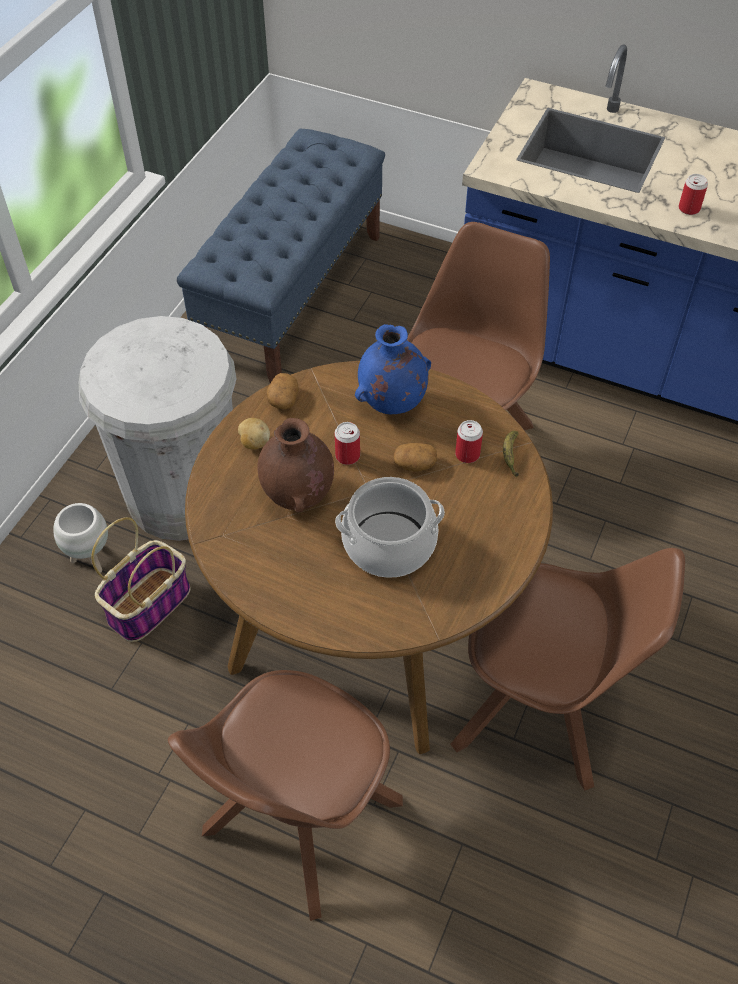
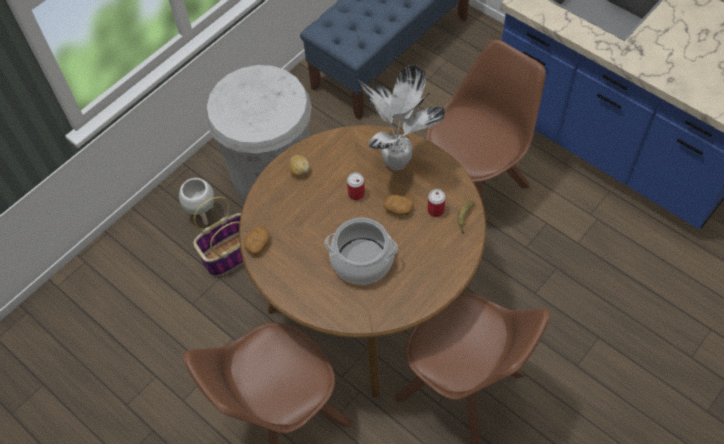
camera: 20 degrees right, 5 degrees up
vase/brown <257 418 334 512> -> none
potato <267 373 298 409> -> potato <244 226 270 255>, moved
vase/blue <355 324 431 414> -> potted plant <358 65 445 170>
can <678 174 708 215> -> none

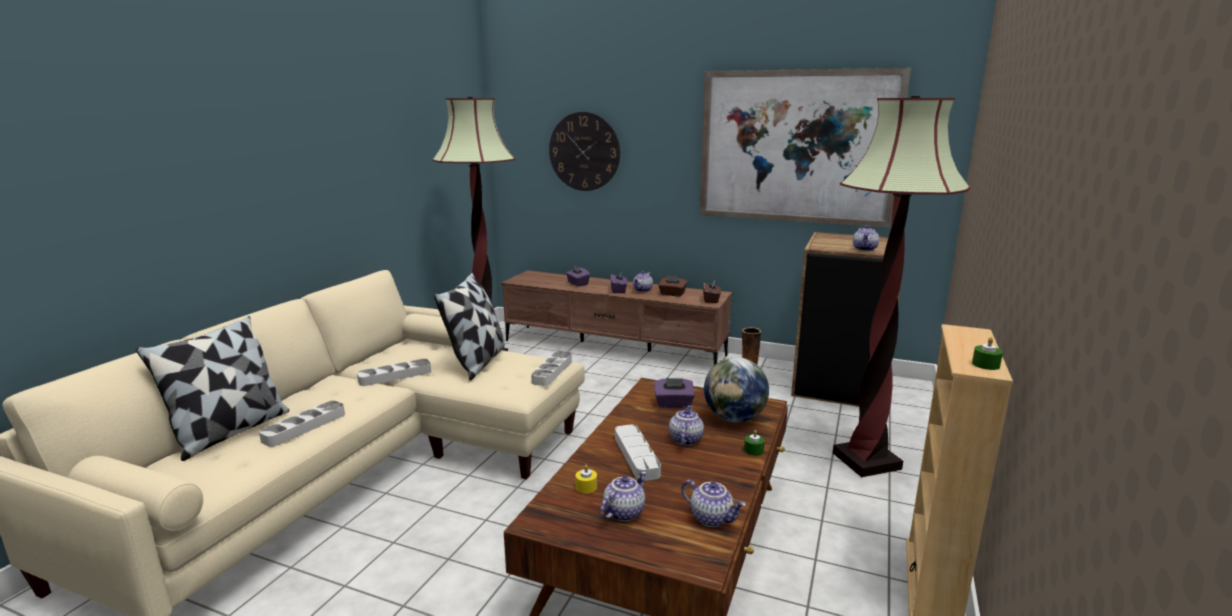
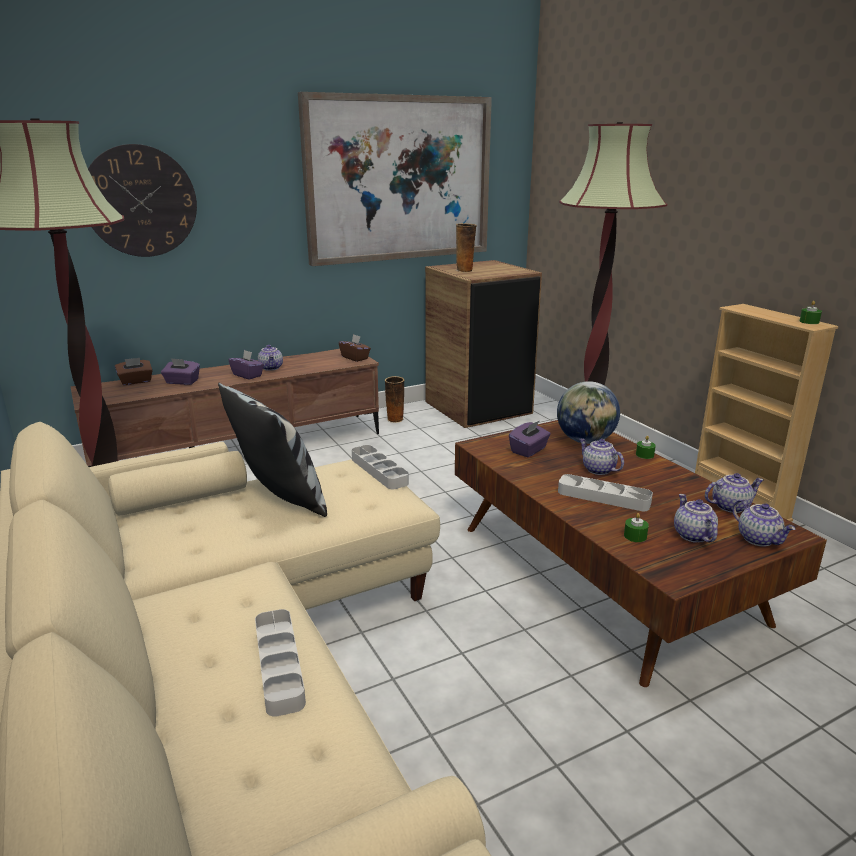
camera: 50 degrees left, 5 degrees up
pillow <136 316 289 461> -> none
tray/grey <357 359 431 386> -> none
candle/yellow <575 465 597 494> -> candle/green <624 513 649 542>
tissue box/brown <658 275 687 297> -> tissue box/brown <115 358 153 385>, moved
teapot <853 225 879 251> -> teapot <732 499 795 547>, moved
none -> vase <456 223 477 272>

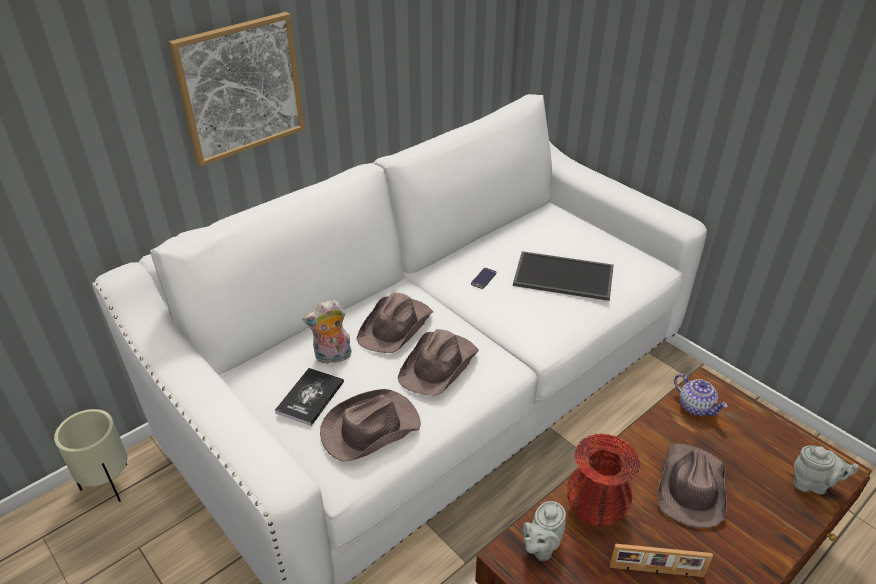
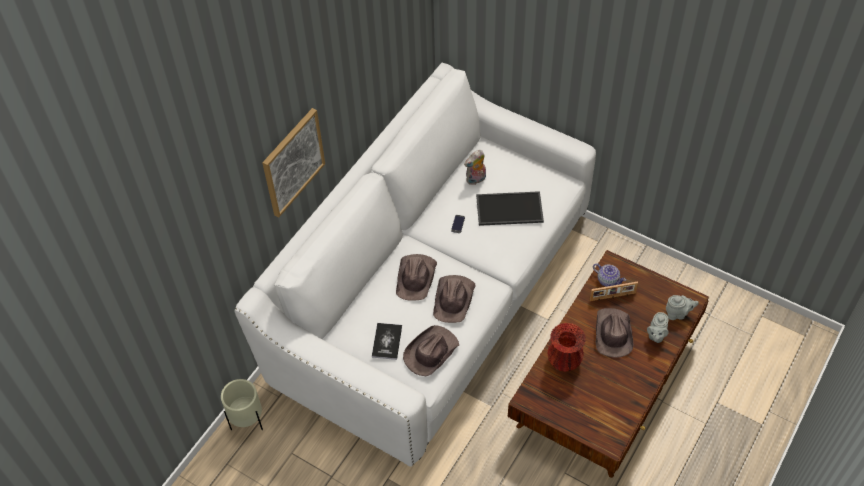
camera: 15 degrees left, 15 degrees up
plush toy <303 300 352 364> -> plush toy <464 150 486 185>, moved
teapot/grey <523 501 566 561> -> teapot/grey <647 312 669 343>, moved
picture frame <610 544 713 578> -> picture frame <590 281 638 301>, moved

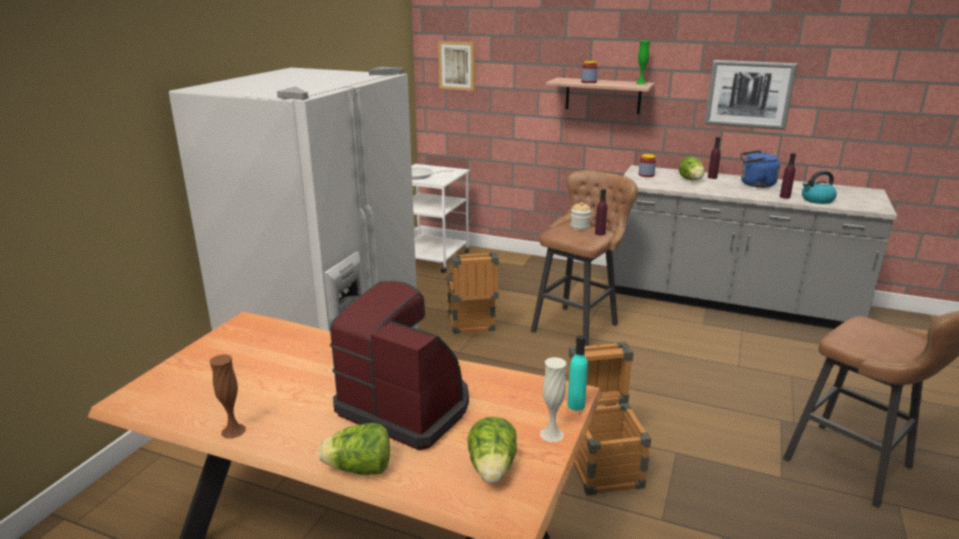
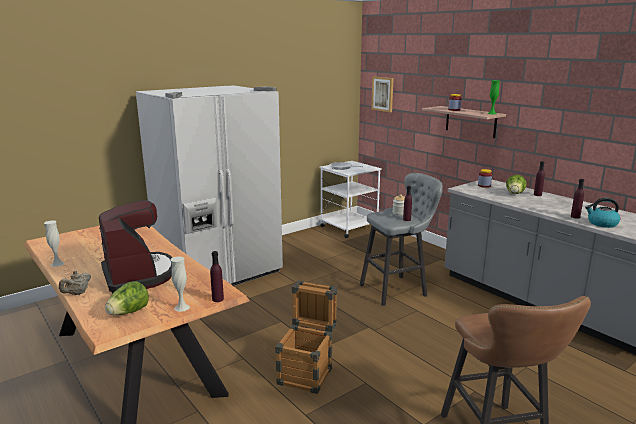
camera: 30 degrees right, 5 degrees down
vase/brown <210 354 246 439> -> vase/white <44 220 64 267>
lettuce <319 423 390 475> -> teapot/beige <59 271 91 295>
crate <447 252 499 334> -> none
stool/brown <531 170 638 346> -> stool/grey <360 173 443 306>
bottle/turquoise <567 335 588 411> -> bottle/purple <210 251 224 302>
picture <704 60 797 130> -> none
kettle/blue <740 150 780 188> -> none

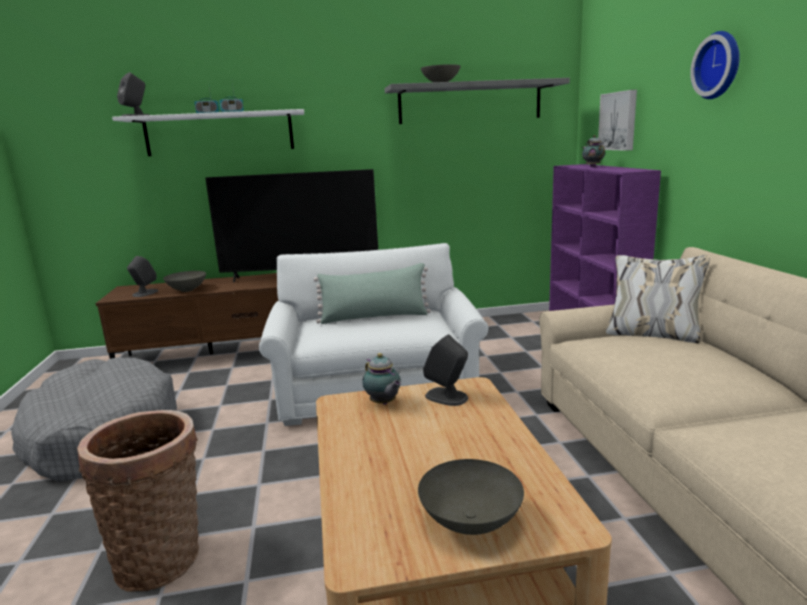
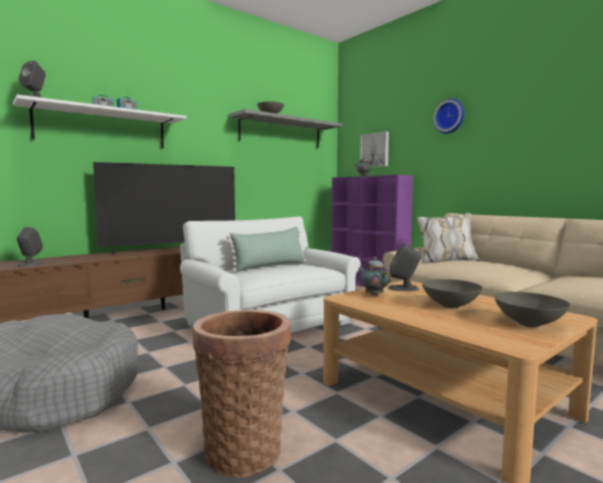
camera: 30 degrees left, 10 degrees down
bowl/grey <163 271 206 292> -> bowl/grey <422 279 483 308>, moved
teapot <362 353 401 405> -> teapot <358 257 391 296>, 150 degrees counterclockwise

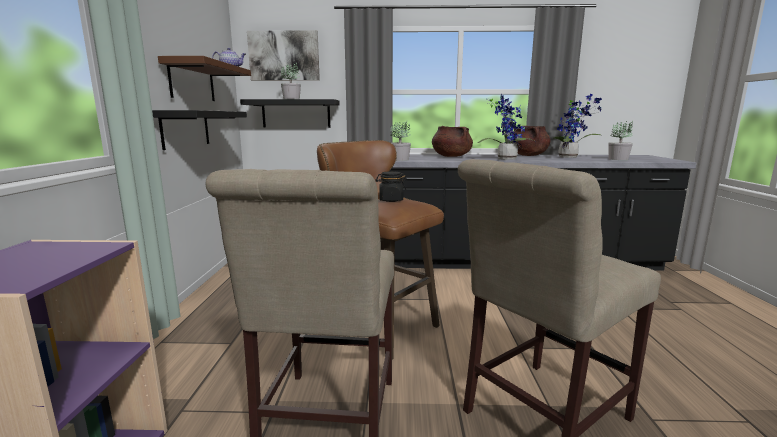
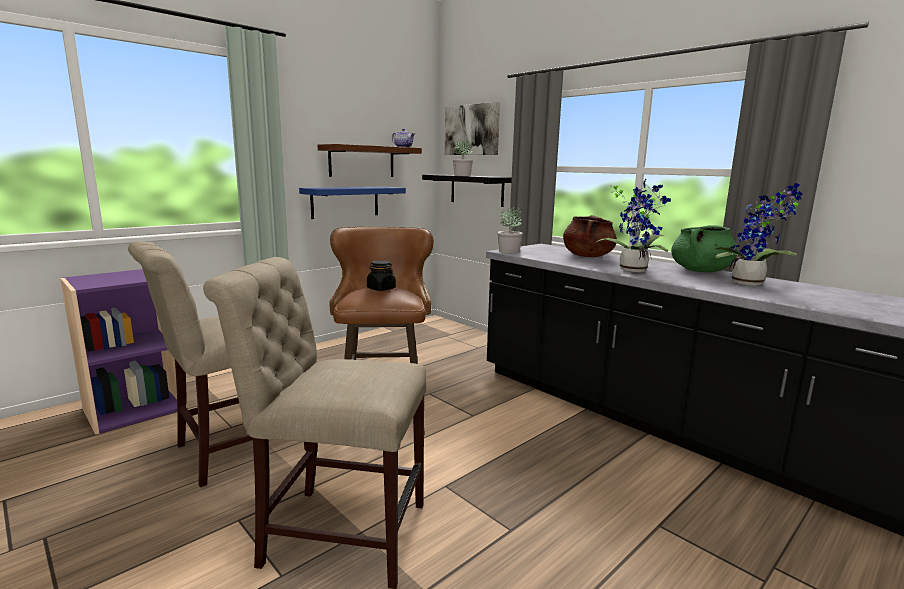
camera: 45 degrees right, 0 degrees up
shelf/black <152 110 247 150> -> shelf/blue <299 187 406 219>
cooking pot/brown <512 126 550 156> -> cooking pot/green <671 225 738 272>
potted plant <608 121 633 160> -> none

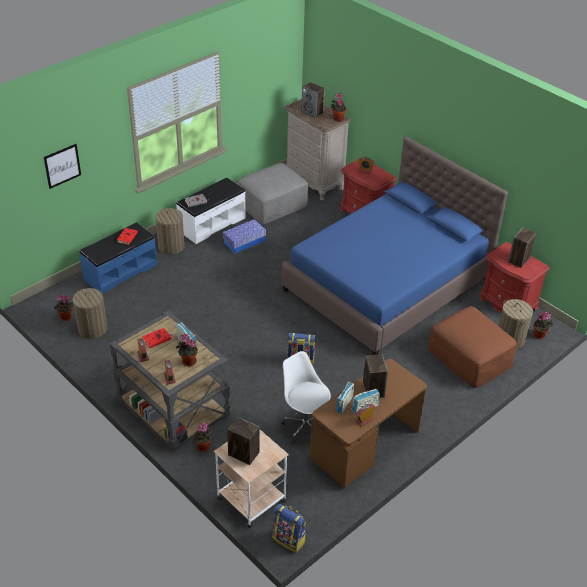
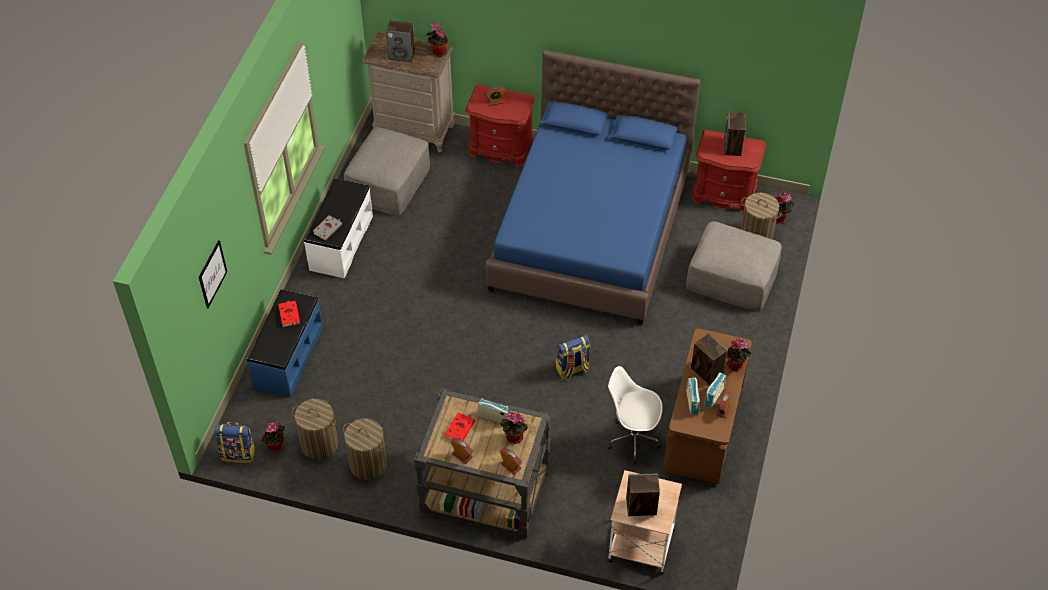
camera: 30 degrees left, 10 degrees up
laundry basket <155 208 184 255> -> laundry basket <343 418 387 480>, moved
potted plant <193 423 213 452> -> potted plant <727 338 751 371>, moved
storage box <223 219 266 253> -> none
backpack <272 504 306 553> -> backpack <214 422 256 463>, moved
ottoman/brown <428 306 517 388> -> ottoman/grey <686 221 782 311>

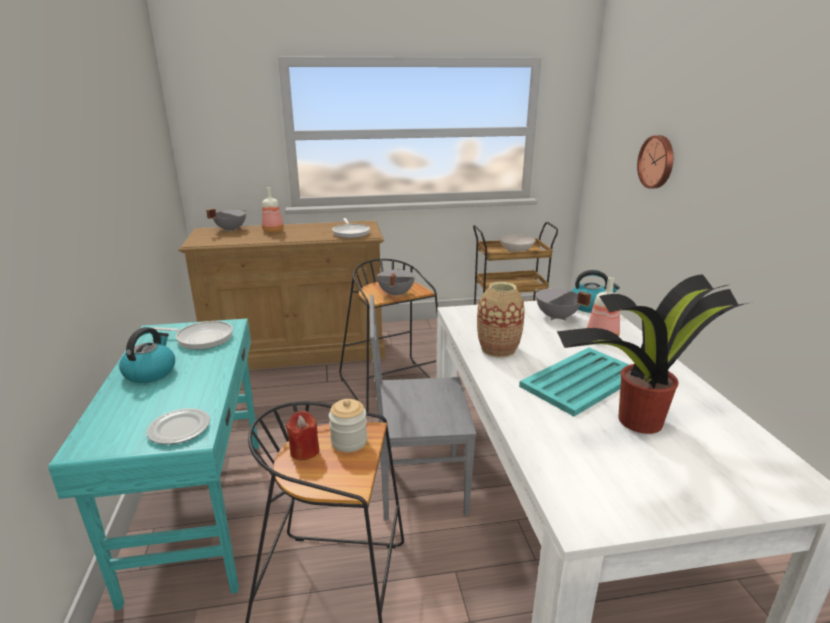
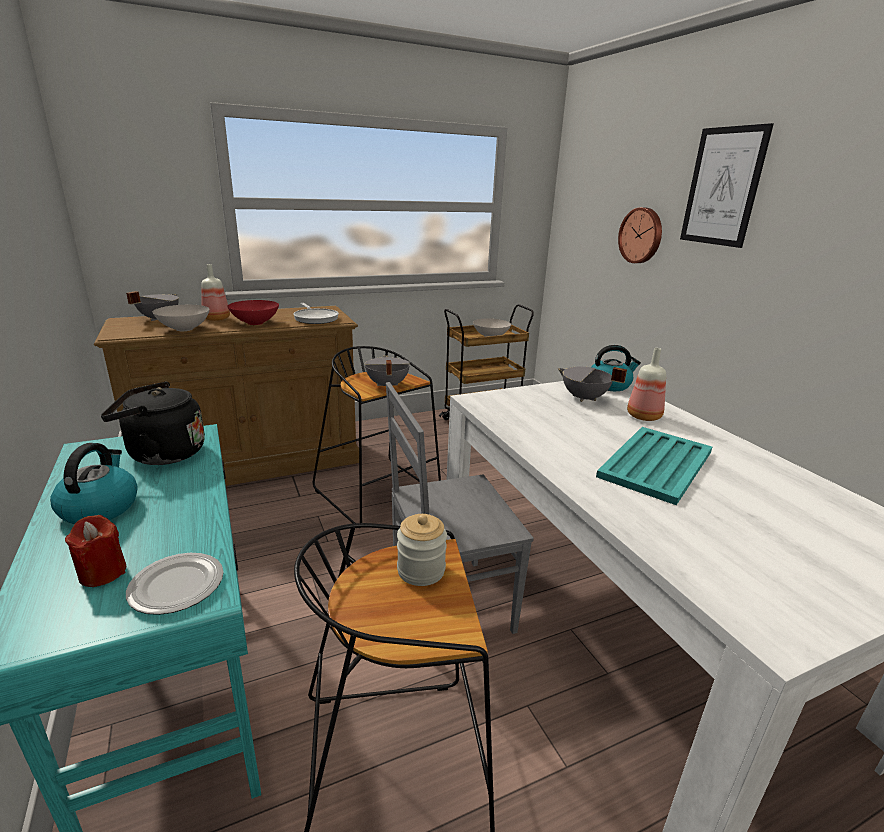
camera: 15 degrees left, 0 degrees up
frying pan <152 321 233 350> -> kettle/black <101 382 205 465>
candle/red <286 411 319 461> -> candle/red <65 515 126 587>, moved
vase <477 282 525 358> -> none
potted plant <557 274 748 434> -> none
none -> bowl/white <153 305 210 331>
none -> bowl/red <228 300 279 325>
none -> picture <680 123 774 248>

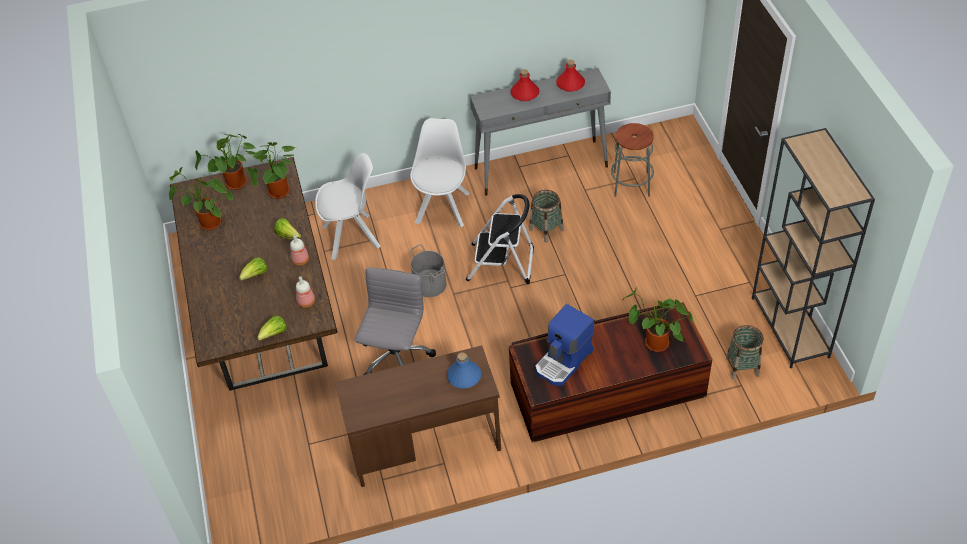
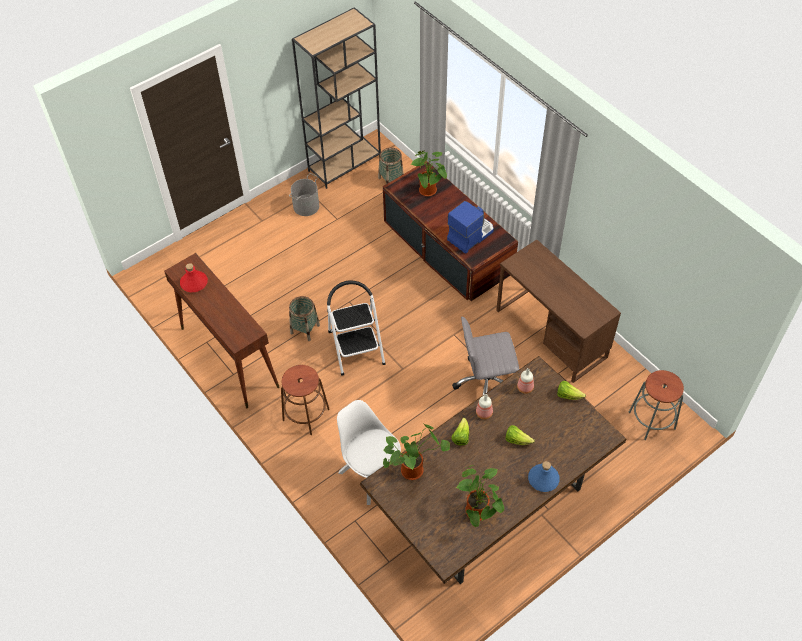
camera: 115 degrees left, 5 degrees up
potted plant <195 134 256 190> -> none
chair/white <410 118 470 227> -> stool/brown <281 365 330 435>
bucket/grey <410 244 446 297> -> bucket/grey <289 173 319 216>, moved
bottle/blue <447 352 481 389> -> bottle/blue <528 461 560 492>, moved
console table/grey <470 68 611 196> -> console table/brown <164 253 280 409>
bottle/red <510 69 539 101> -> none
coffee machine <535 304 594 386> -> coffee machine <447 201 494 254>, 60 degrees counterclockwise
stool/grey <611 123 654 197> -> stool/grey <629 370 684 440>, moved

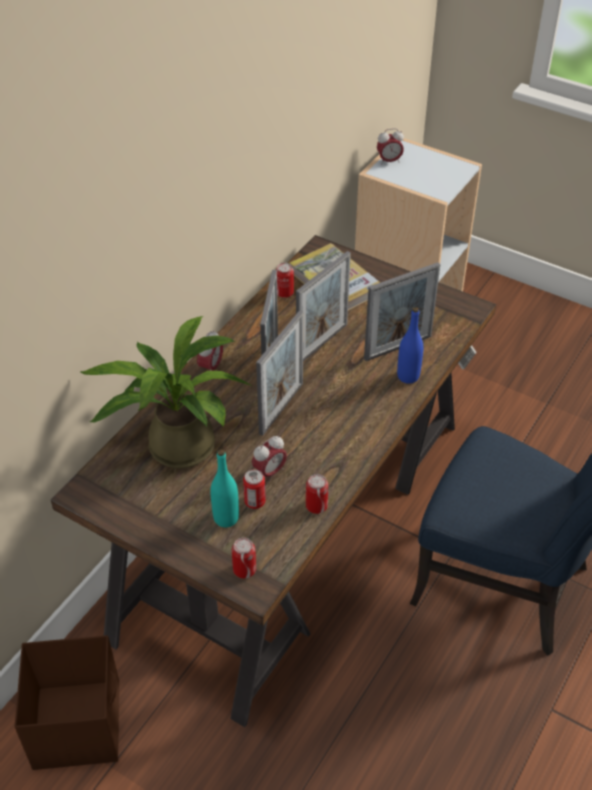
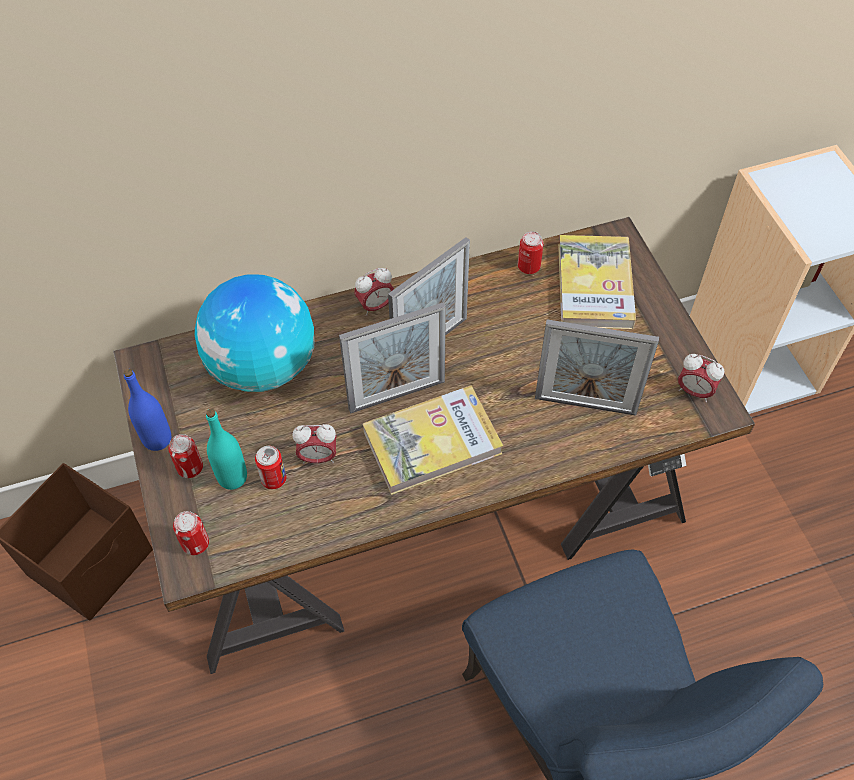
camera: 40 degrees right, 10 degrees up
potted plant <79 316 252 469> -> globe <194 274 314 392>
picture frame <296 251 351 361> -> none
can <306 474 328 514> -> can <168 434 203 478>, moved
alarm clock <377 128 404 165> -> alarm clock <678 354 725 402>, moved
bottle/blue <397 307 423 384> -> bottle/blue <124 369 171 451>, moved
none -> book <363 385 503 495>

